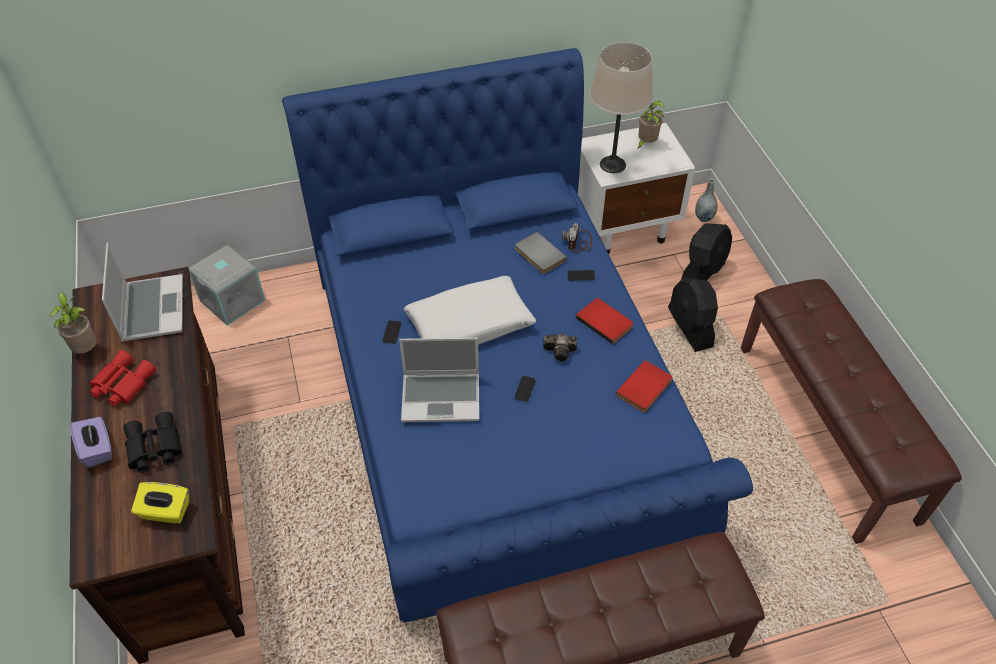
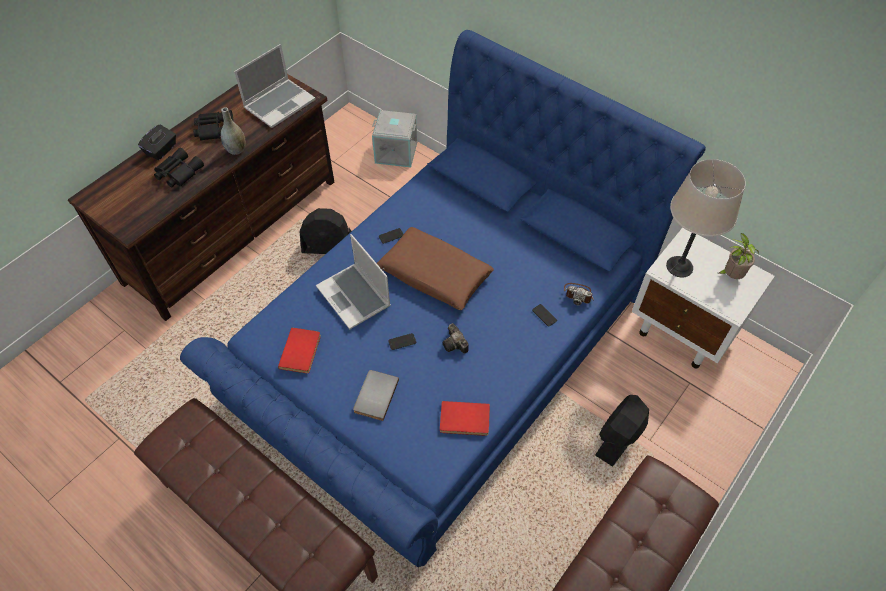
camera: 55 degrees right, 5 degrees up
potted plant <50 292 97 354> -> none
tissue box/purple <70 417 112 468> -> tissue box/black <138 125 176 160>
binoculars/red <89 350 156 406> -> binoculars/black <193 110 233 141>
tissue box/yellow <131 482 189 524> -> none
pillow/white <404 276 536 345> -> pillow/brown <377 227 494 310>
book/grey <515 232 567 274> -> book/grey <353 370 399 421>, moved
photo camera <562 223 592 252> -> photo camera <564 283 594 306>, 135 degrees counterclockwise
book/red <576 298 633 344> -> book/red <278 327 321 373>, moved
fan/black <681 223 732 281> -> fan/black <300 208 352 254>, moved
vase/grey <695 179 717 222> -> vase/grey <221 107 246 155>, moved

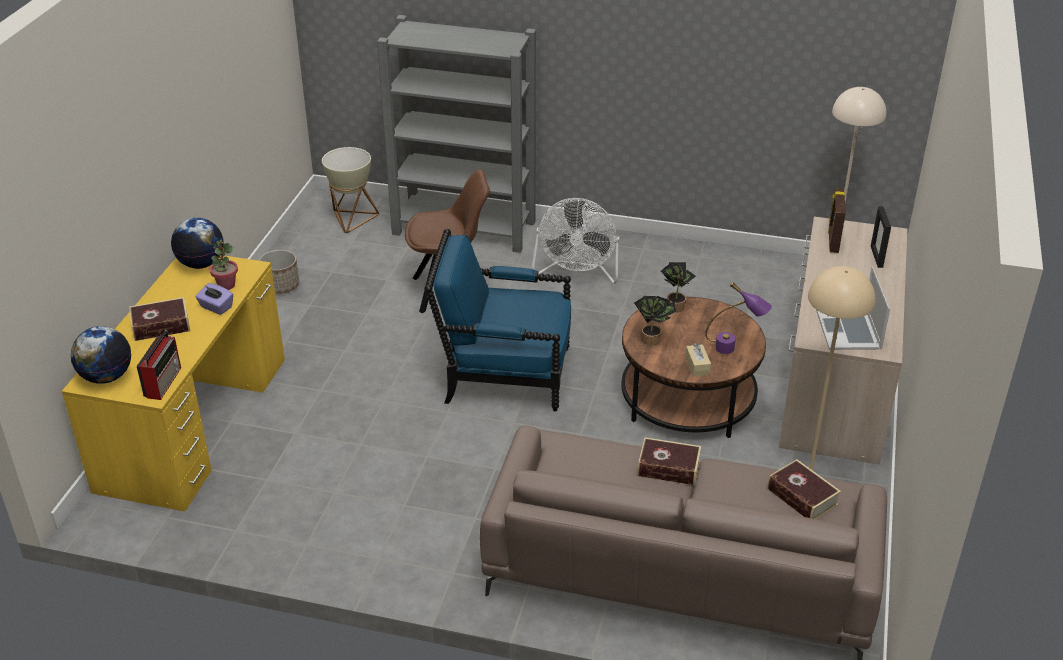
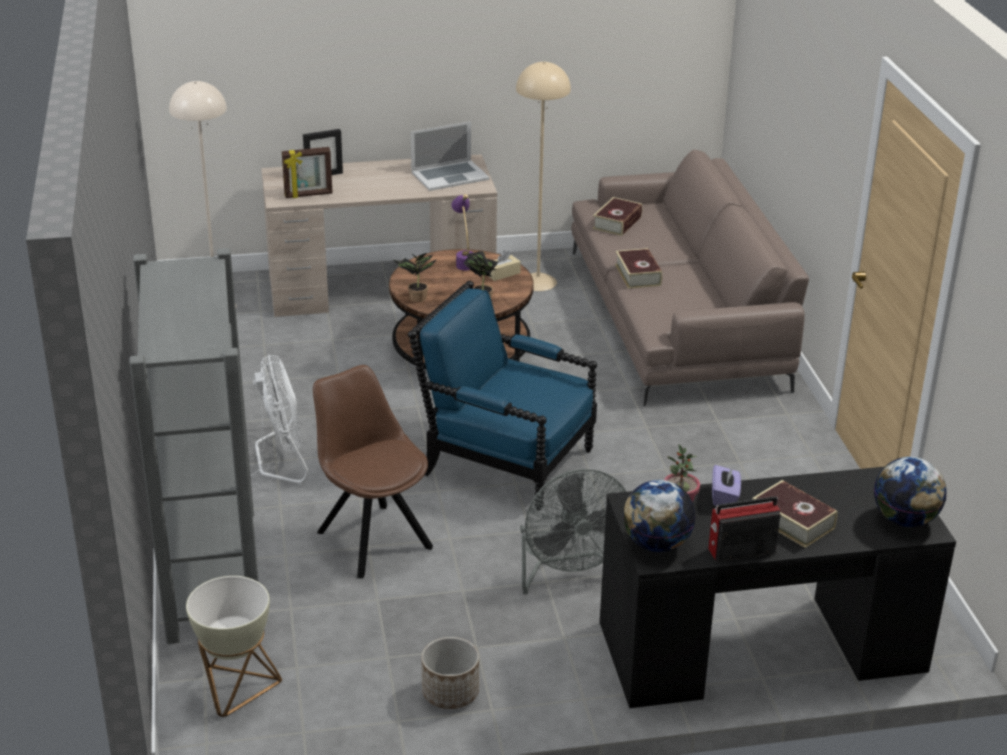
camera: 115 degrees left, 5 degrees down
desk/yellow <62 256 285 511> -> desk/black <600 467 956 708>
radio <137 330 181 400> -> radio <708 496 781 562>, moved
armchair/blue <424 229 571 411> -> armchair/blue <408 281 597 511>, 135 degrees clockwise
none -> fan/grey <520 468 626 595>

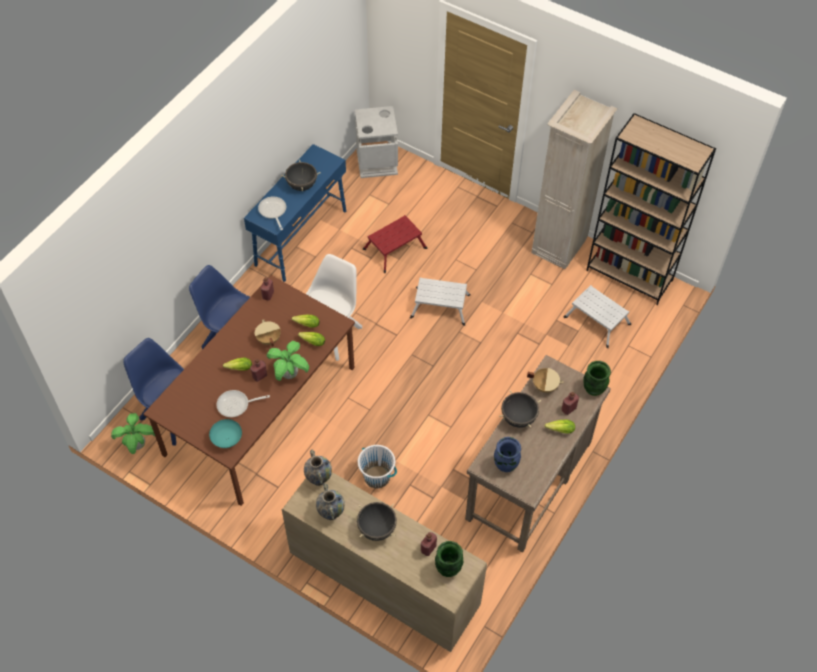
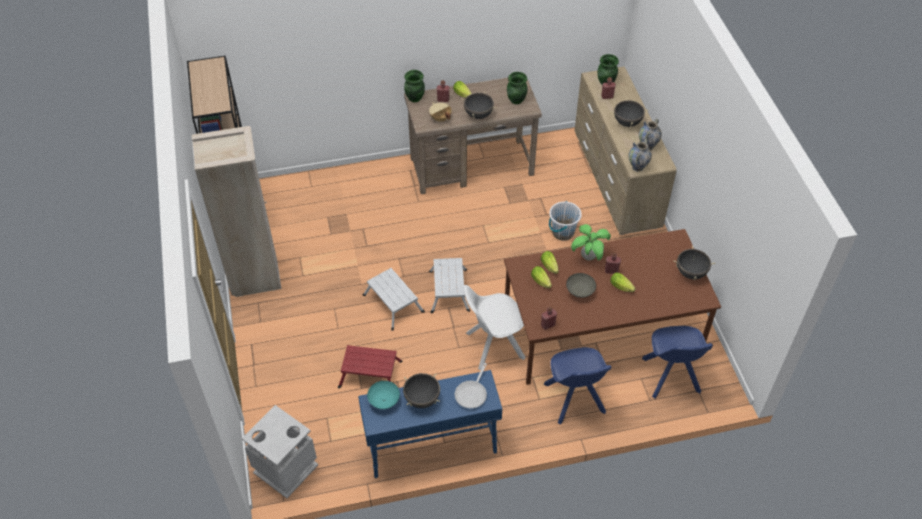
camera: 135 degrees left, 5 degrees down
potted plant <111 413 155 454> -> none
bowl/turquoise <209 419 242 448> -> bowl/turquoise <367 381 400 409>, moved
frying pan <217 390 270 417> -> none
cooking pot/beige <255 319 281 347> -> bowl/grey <566 273 596 298>
vase/blue <494 437 521 472> -> vase/green <507 72 528 104>
step ladder/white <563 285 631 348> -> step ladder/white <429 258 470 314>, moved
none -> cooking pot/black <673 246 715 280>

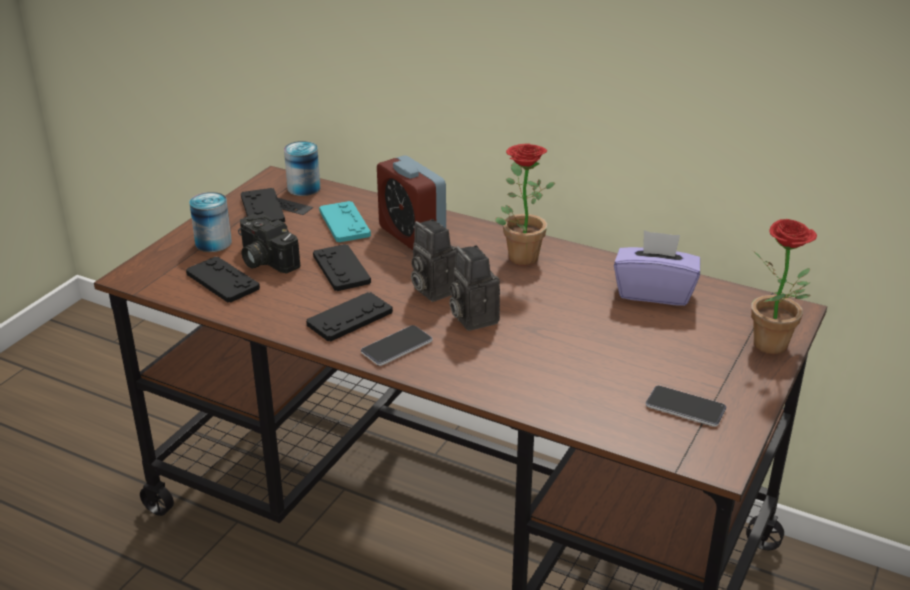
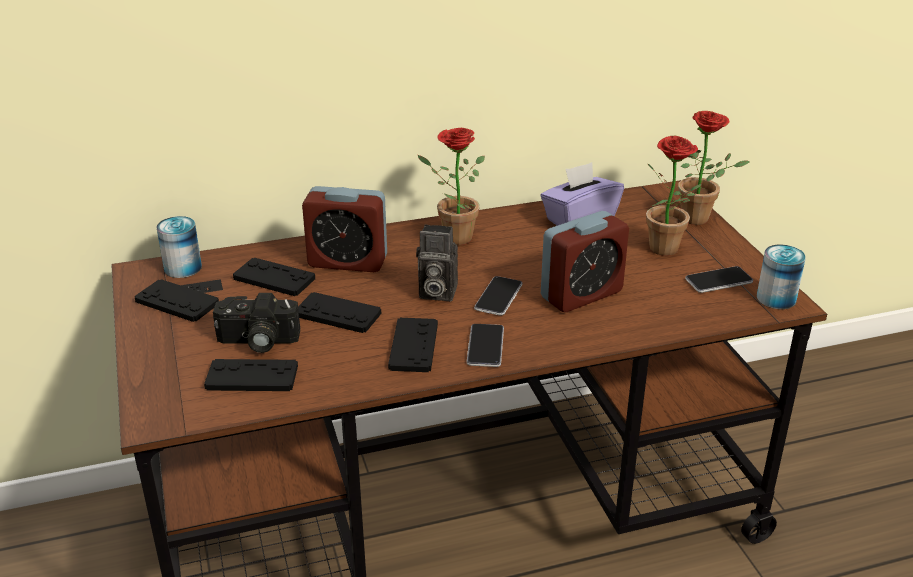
camera: 45 degrees left, 0 degrees up
can <189 192 232 252> -> can <757 245 806 309>, moved
game controller/turquoise <319 201 371 242> -> game controller/black <233 258 315 296>
photo camera <449 245 500 331> -> phone <474 276 523 316>
none -> alarm clock <541 211 629 312>
none -> potted plant <646 136 702 256>

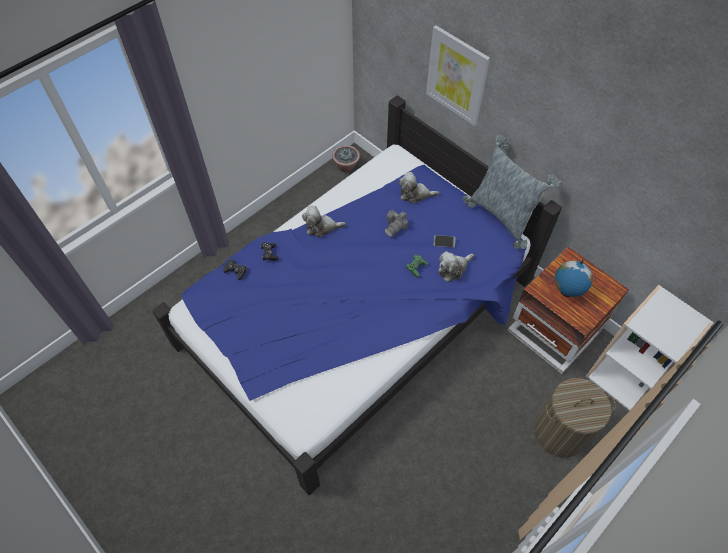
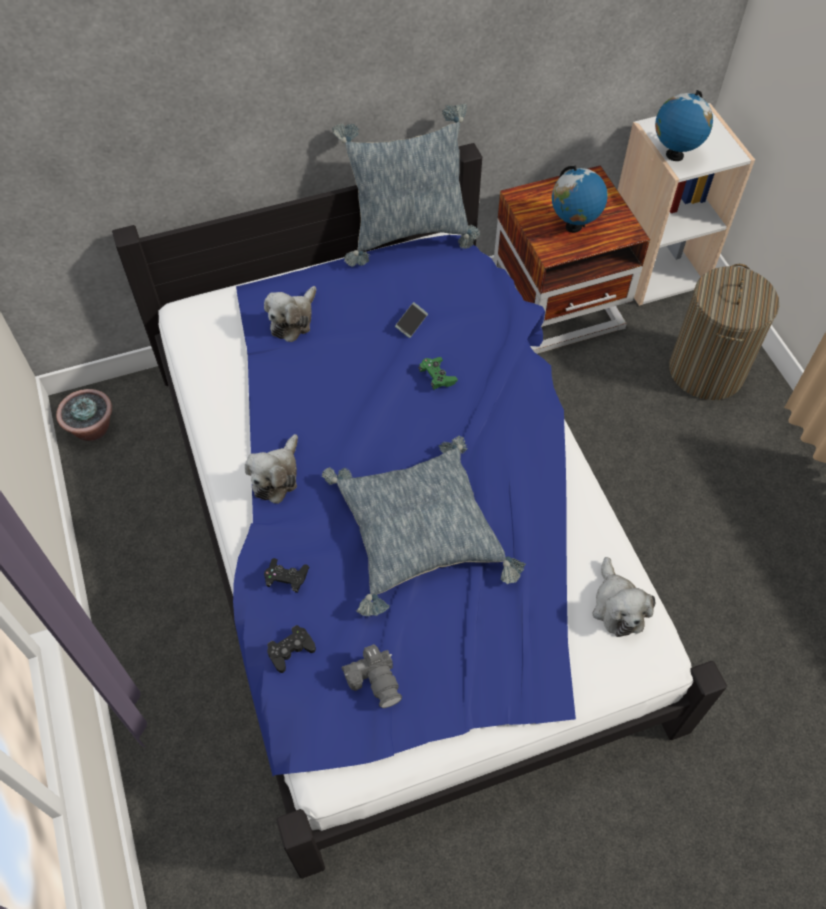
camera: 65 degrees left, 0 degrees up
photo camera <384 210 408 237> -> photo camera <342 644 402 708>, moved
picture <426 26 490 126> -> none
plush toy <438 251 474 282> -> plush toy <593 557 655 637>, moved
none -> pillow <322 436 525 616>
none -> globe <655 90 713 161>

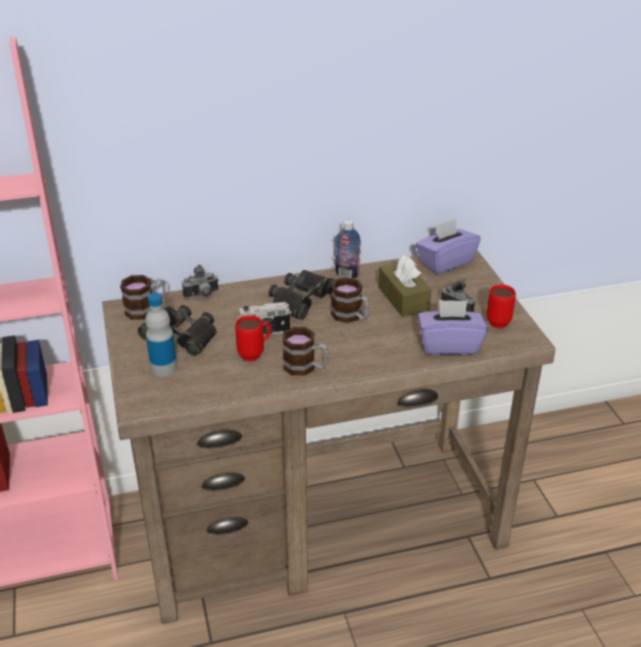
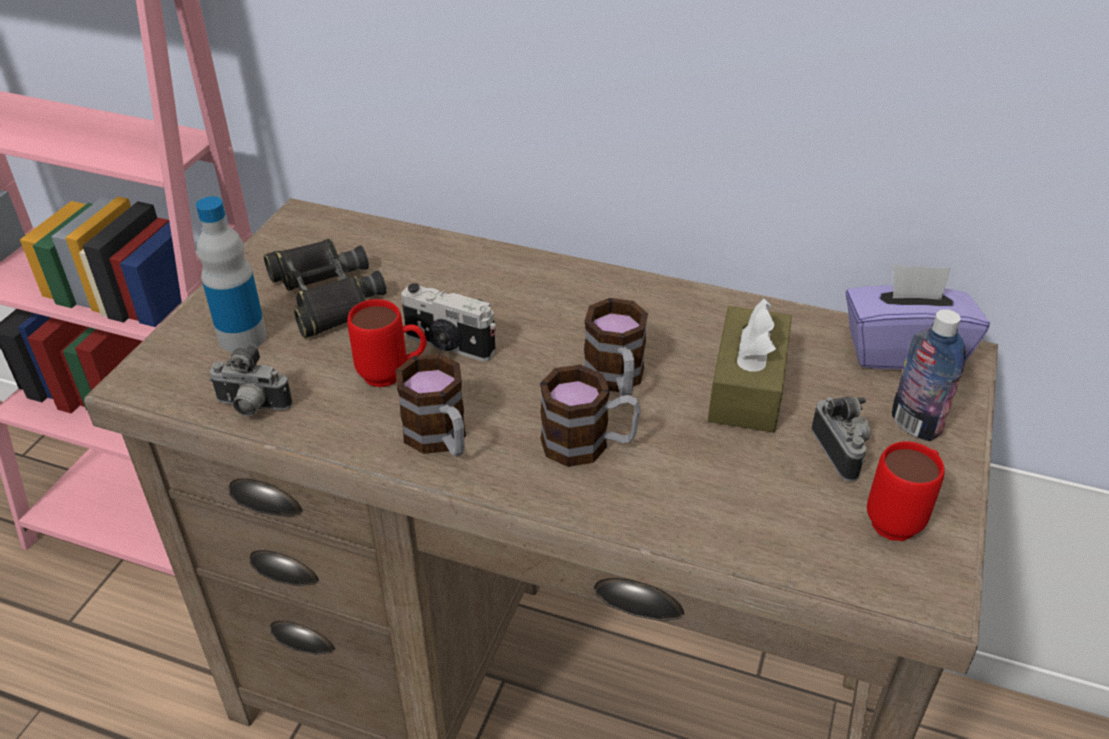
camera: 35 degrees right, 5 degrees up
mug <120 275 166 320> -> mug <540 365 641 467>, moved
photo camera <182 265 218 298> -> photo camera <209 344 293 416>, moved
binoculars/black <269 270 335 320> -> none
bottle <335 220 361 278> -> bottle <892 309 965 441>, moved
tissue box/purple <418 300 488 355> -> none

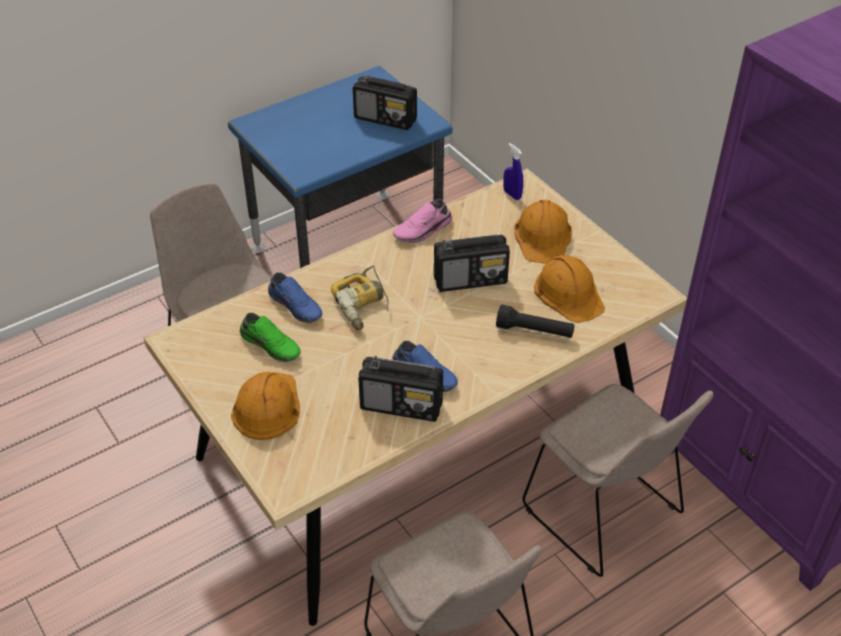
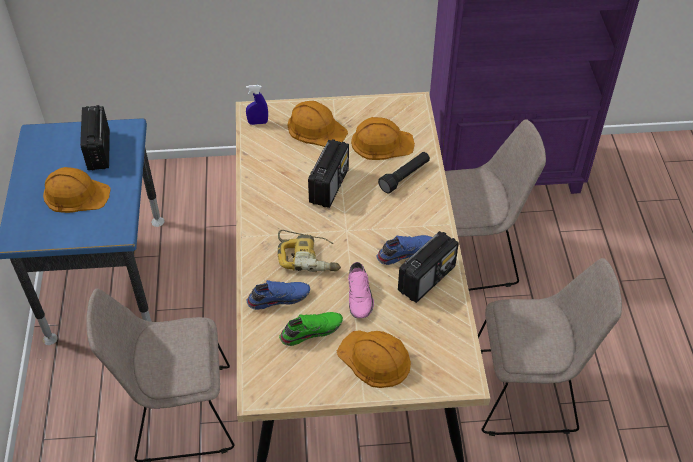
camera: 60 degrees left, 5 degrees up
radio <353 76 417 130> -> radio <80 105 110 170>, 120 degrees clockwise
shoe/pink <393 199 453 243> -> shoe/pink <348 262 374 318>, moved
none -> hard hat/orange <43 167 111 213>

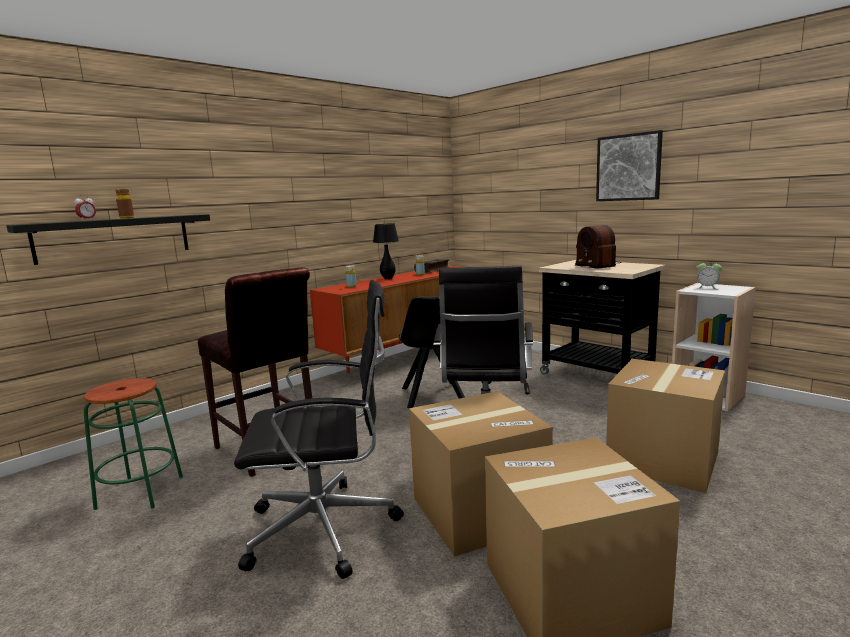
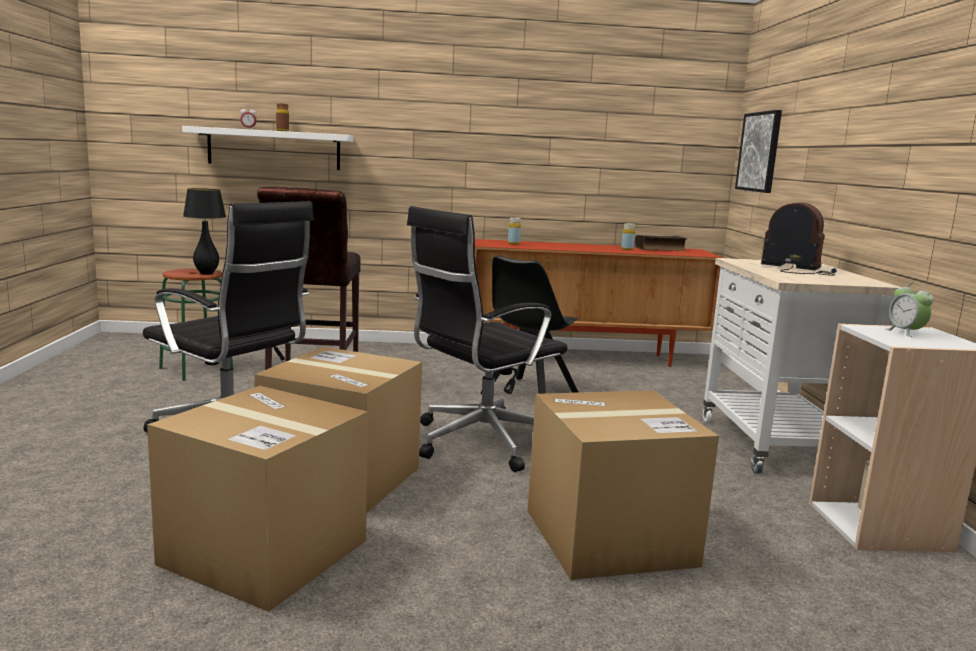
camera: 40 degrees right, 0 degrees up
shelf/black <6 214 210 265> -> shelf/white <182 126 353 170>
table lamp/black <373 224 399 279> -> table lamp/black <183 188 226 274>, moved
cart/black <539 260 665 375> -> cart/white <703 258 901 474>
radio <575 225 622 269> -> radio <761 203 837 276>, 105 degrees clockwise
picture <596 130 663 201> -> picture <735 110 782 193>, moved

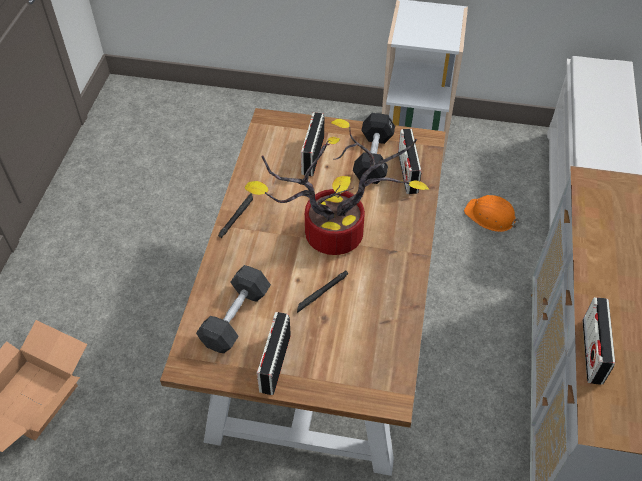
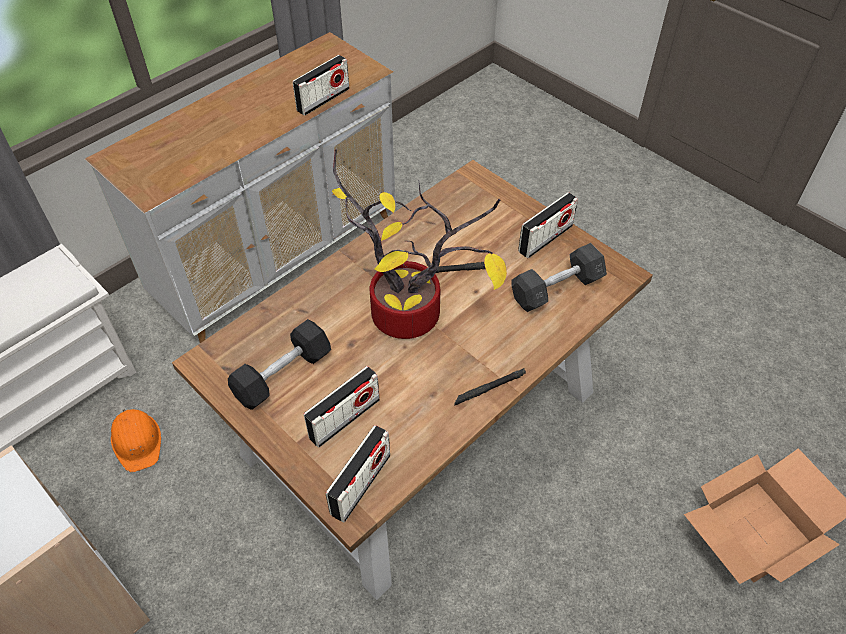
camera: 145 degrees left, 0 degrees up
radio <398 129 422 194> -> radio <326 425 390 522>, moved

